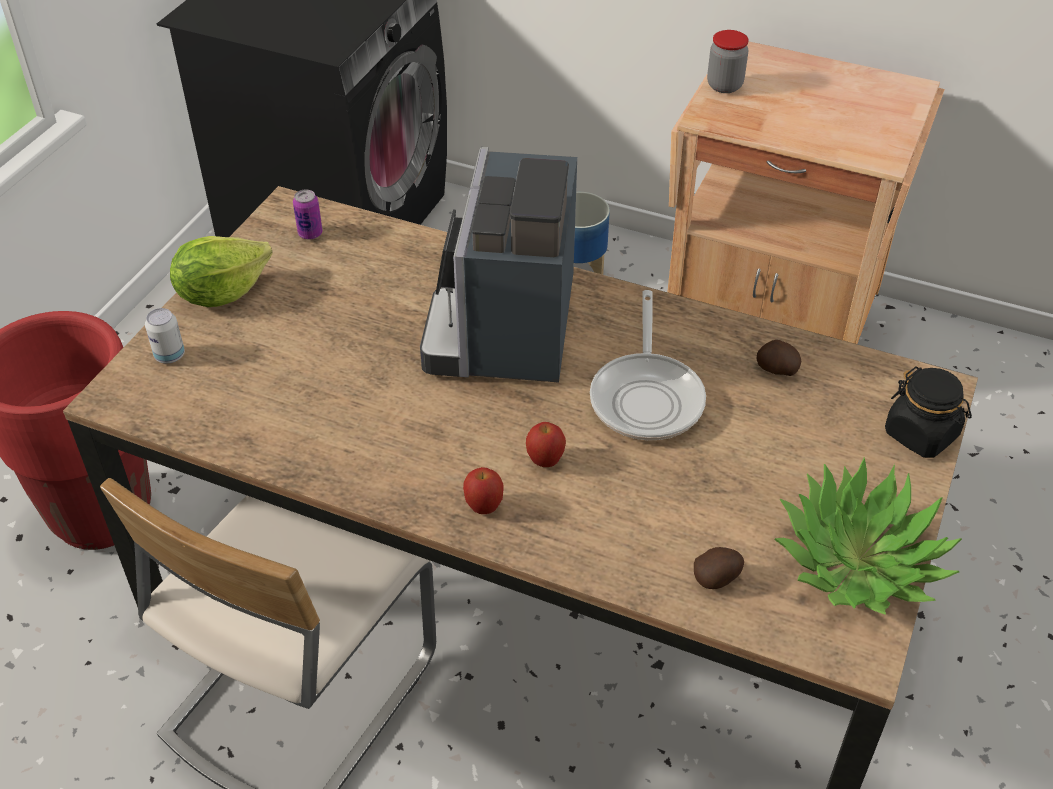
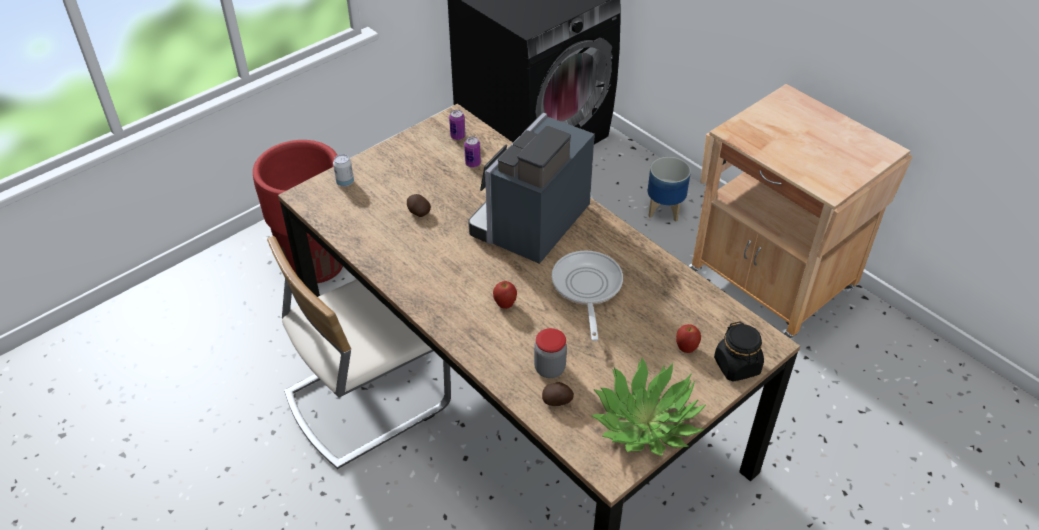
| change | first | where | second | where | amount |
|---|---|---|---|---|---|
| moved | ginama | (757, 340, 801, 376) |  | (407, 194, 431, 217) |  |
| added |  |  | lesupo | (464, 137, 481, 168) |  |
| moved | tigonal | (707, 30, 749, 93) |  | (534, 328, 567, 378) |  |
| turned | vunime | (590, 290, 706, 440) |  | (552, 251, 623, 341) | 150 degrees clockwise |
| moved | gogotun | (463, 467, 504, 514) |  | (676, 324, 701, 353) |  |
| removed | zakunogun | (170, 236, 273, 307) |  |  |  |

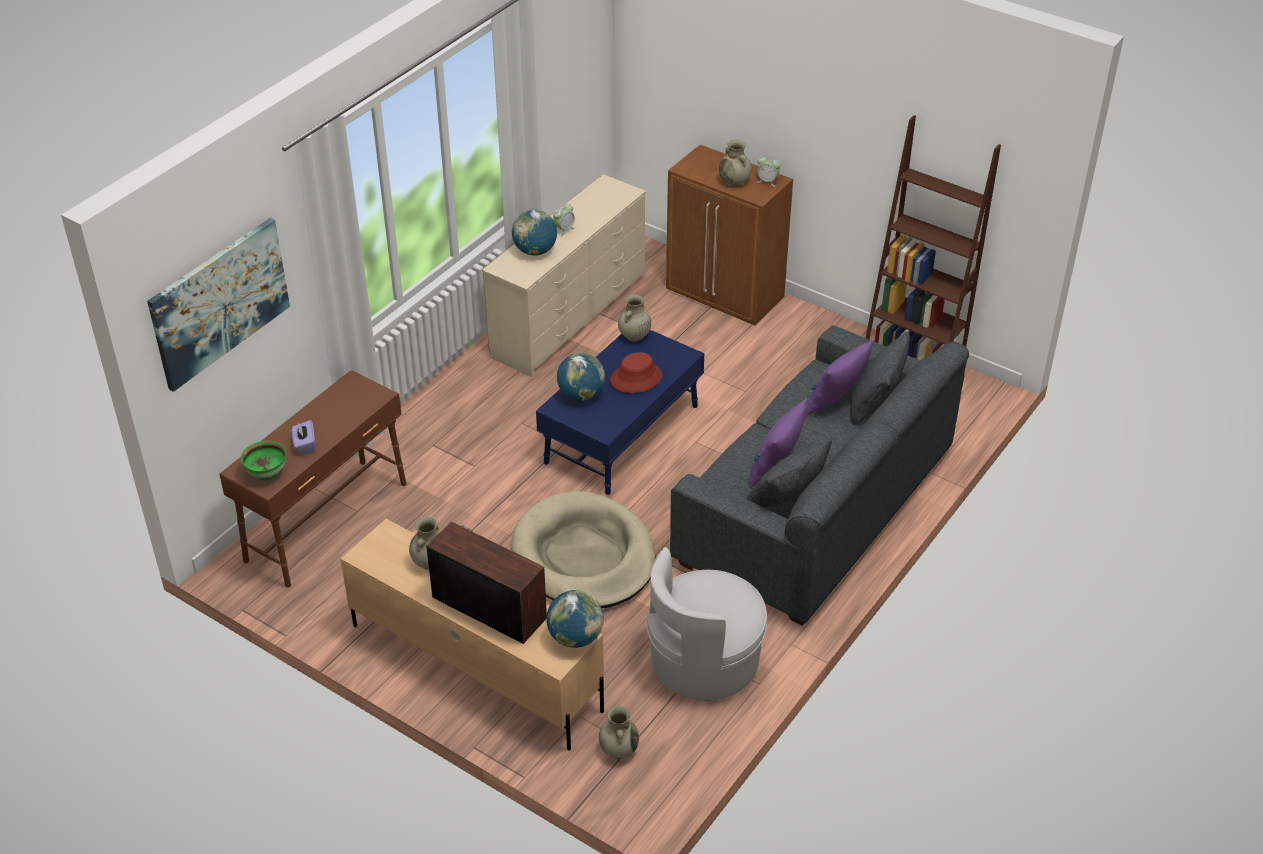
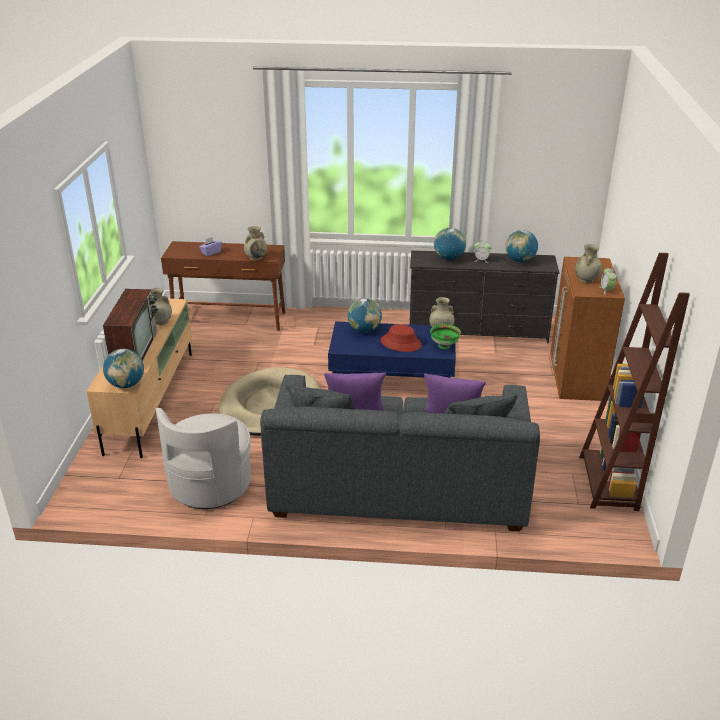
| change | first | where | second | where | amount |
|---|---|---|---|---|---|
| turned | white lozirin | (647, 547, 767, 701) |  | (156, 408, 251, 509) | 105 degrees counterclockwise |
| moved | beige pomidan | (599, 706, 639, 759) |  | (244, 226, 267, 261) |  |
| recoloured | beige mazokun | (482, 174, 646, 377) | black mazokun | (410, 250, 559, 343) |  |
| moved | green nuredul | (241, 441, 286, 481) |  | (430, 324, 461, 349) |  |
| added |  |  | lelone | (505, 230, 538, 263) |  |
| removed | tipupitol | (147, 218, 290, 392) |  |  |  |

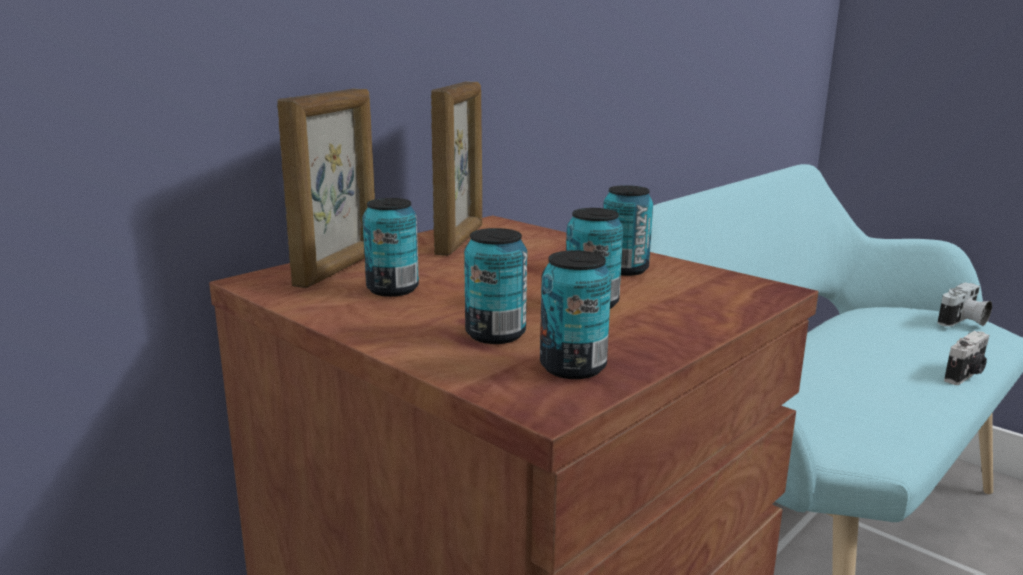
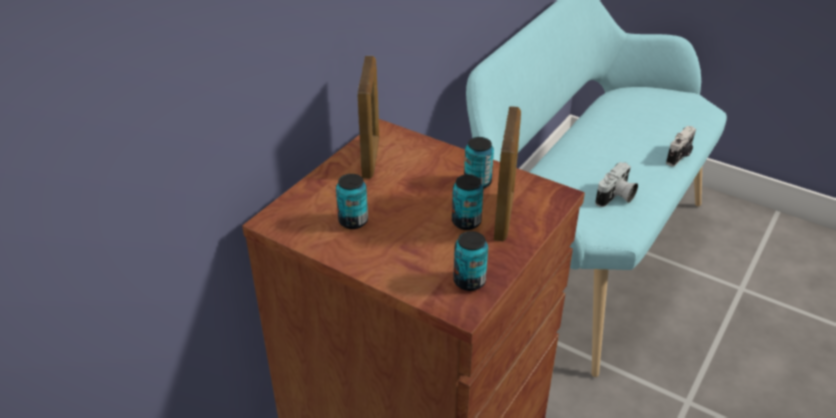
| change | first | where | second | where | amount |
|---|---|---|---|---|---|
| moved | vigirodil | (277, 89, 375, 288) |  | (494, 106, 521, 241) |  |
| moved | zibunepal | (938, 282, 992, 327) |  | (595, 162, 638, 207) |  |
| removed | lesupo | (464, 228, 527, 344) |  |  |  |

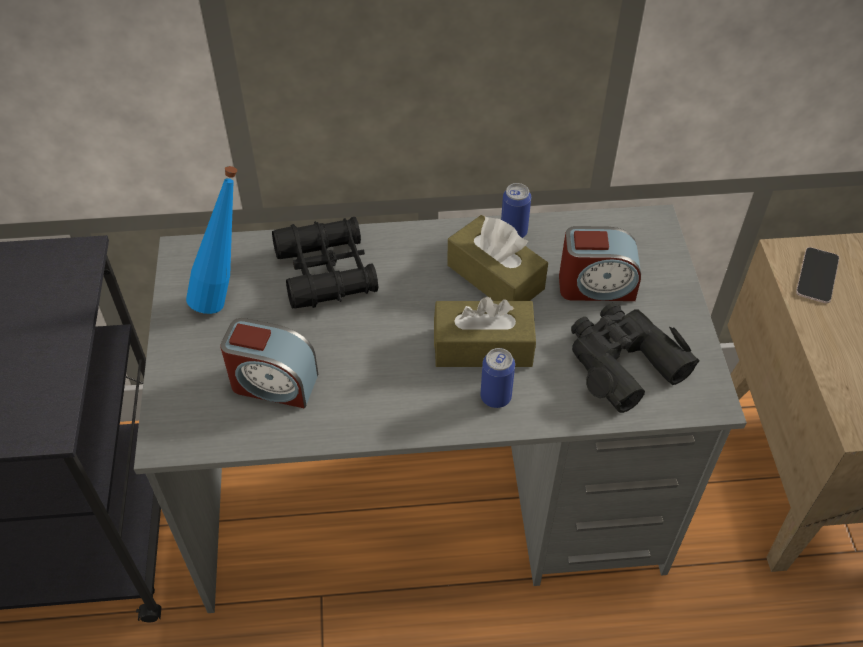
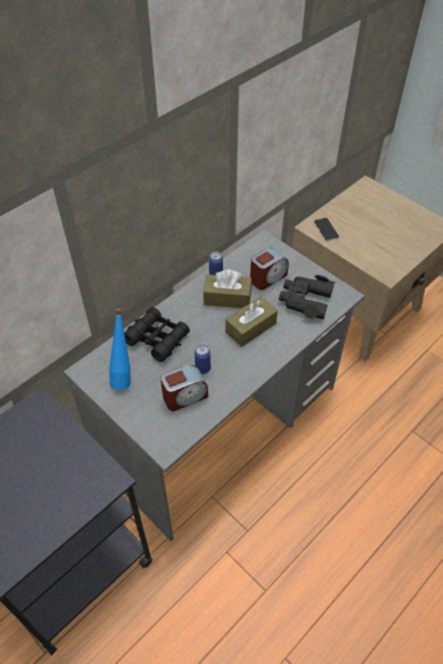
| change | first | where | second | where | amount |
|---|---|---|---|---|---|
| moved | lesupo | (481, 348, 515, 408) |  | (194, 344, 211, 374) |  |

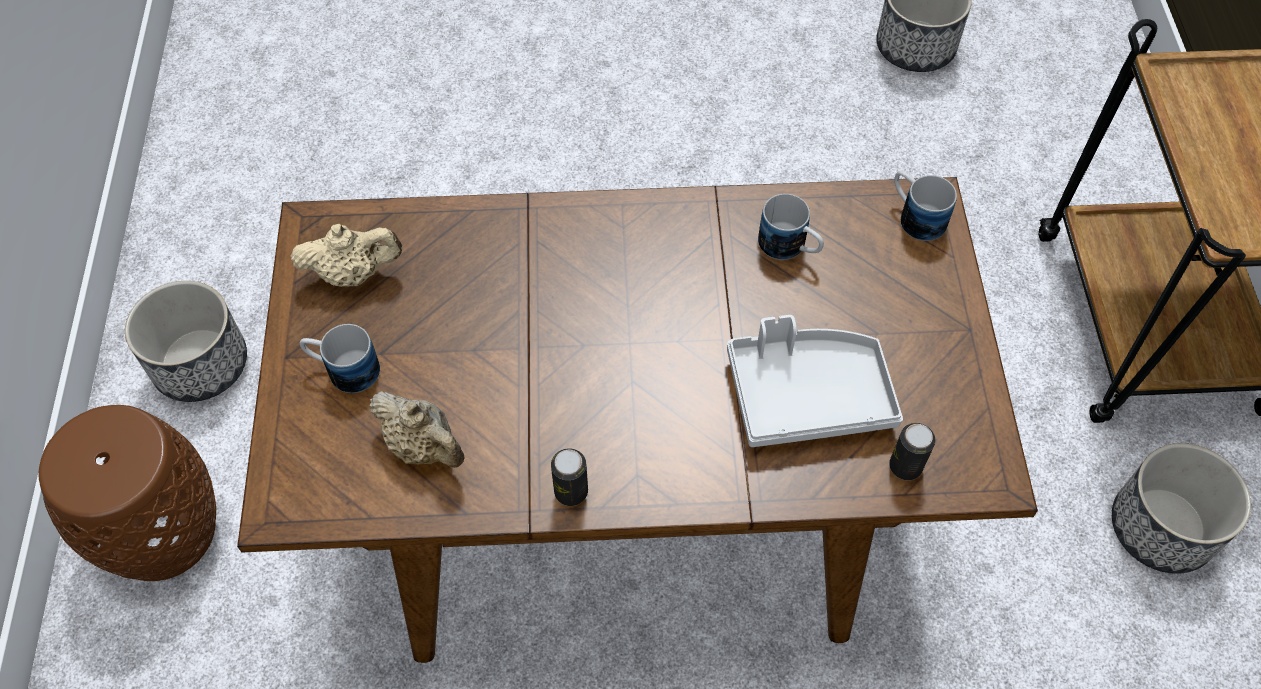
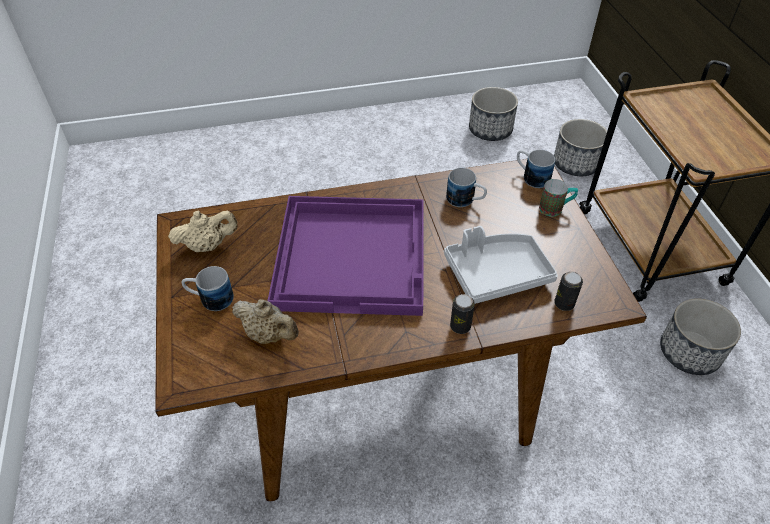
| change | first | where | second | where | amount |
|---|---|---|---|---|---|
| added |  |  | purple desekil | (267, 196, 423, 316) |  |
| moved | lesupo | (551, 448, 588, 506) |  | (450, 294, 475, 334) |  |
| added |  |  | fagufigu | (539, 179, 578, 216) |  |
| moved | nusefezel | (125, 281, 247, 402) |  | (554, 119, 607, 176) |  |
| removed | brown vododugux | (39, 405, 216, 581) |  |  |  |

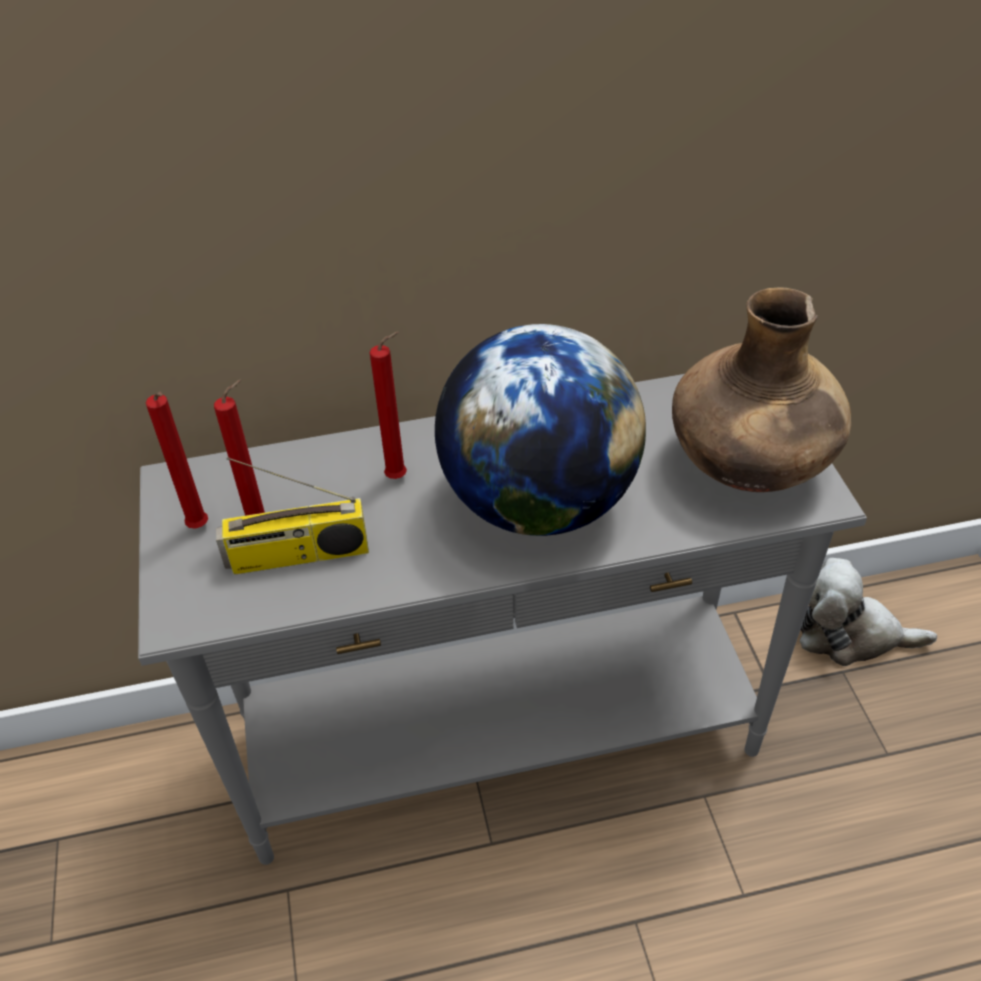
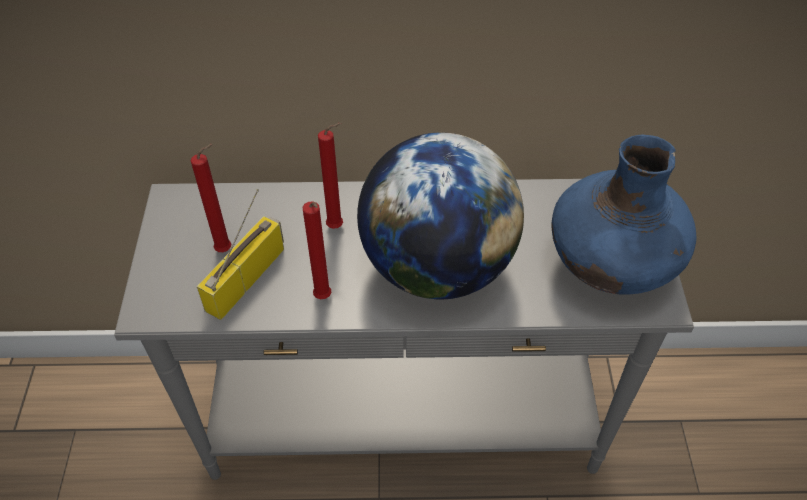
| change | first | where | second | where | amount |
|---|---|---|---|---|---|
| turned | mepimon | (216, 457, 369, 575) |  | (197, 189, 284, 320) | 120 degrees clockwise |
| moved | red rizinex | (146, 392, 208, 528) |  | (303, 201, 332, 299) |  |
| recoloured | brown pomidan | (672, 287, 851, 492) | blue pomidan | (551, 134, 696, 295) |  |
| removed | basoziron | (800, 558, 937, 666) |  |  |  |

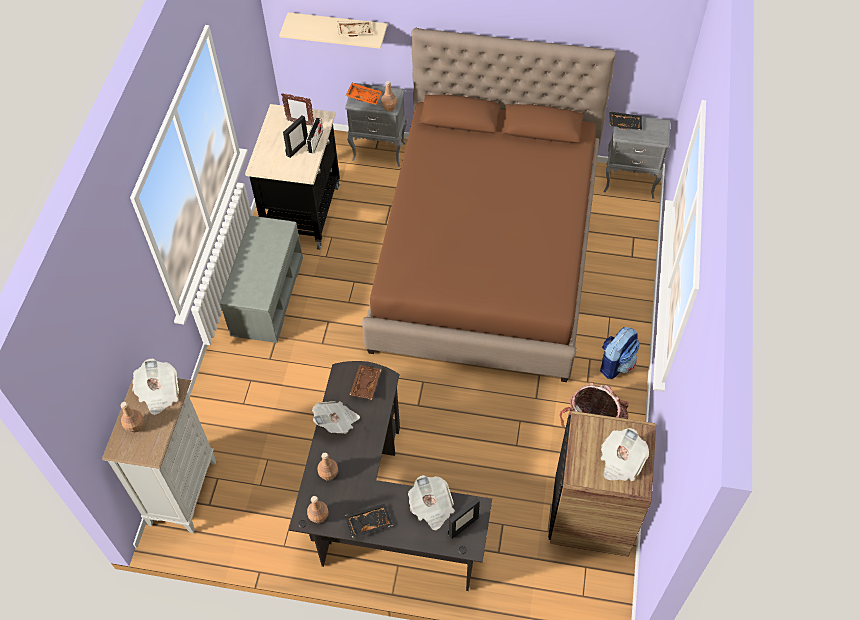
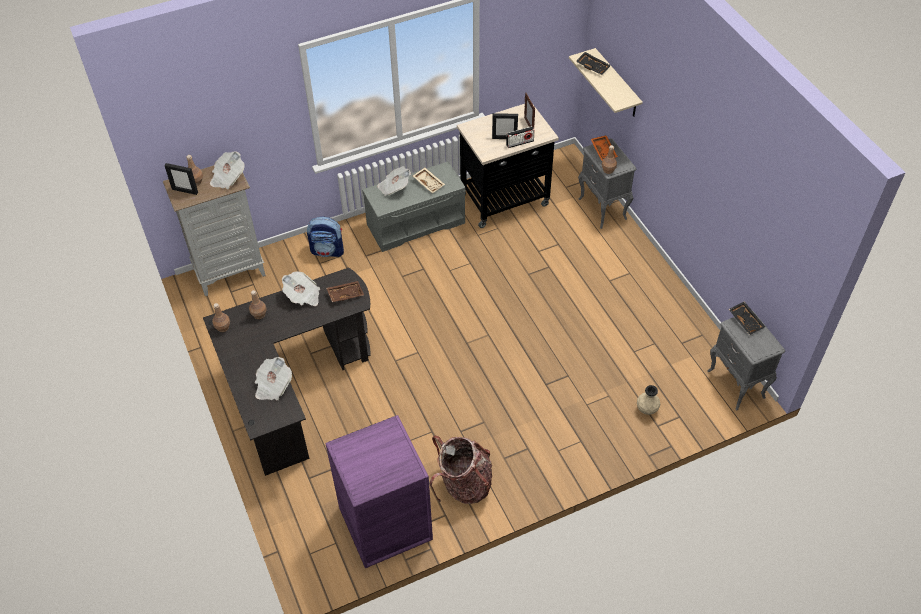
| change | first | where | second | where | amount |
|---|---|---|---|---|---|
| moved | vigirodil | (448, 498, 480, 539) |  | (164, 163, 198, 195) |  |
| moved | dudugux | (600, 327, 639, 379) |  | (307, 216, 344, 257) |  |
| recoloured | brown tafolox | (548, 411, 656, 556) | purple tafolox | (326, 415, 433, 568) |  |
| moved | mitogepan | (601, 428, 649, 481) |  | (377, 166, 411, 196) |  |
| moved | beige desekil | (337, 21, 373, 37) |  | (413, 168, 445, 194) |  |
| moved | black desekil | (345, 504, 393, 538) |  | (576, 52, 611, 75) |  |
| added |  |  | beige pomidan | (637, 385, 660, 415) |  |
| removed | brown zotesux | (362, 28, 616, 382) |  |  |  |

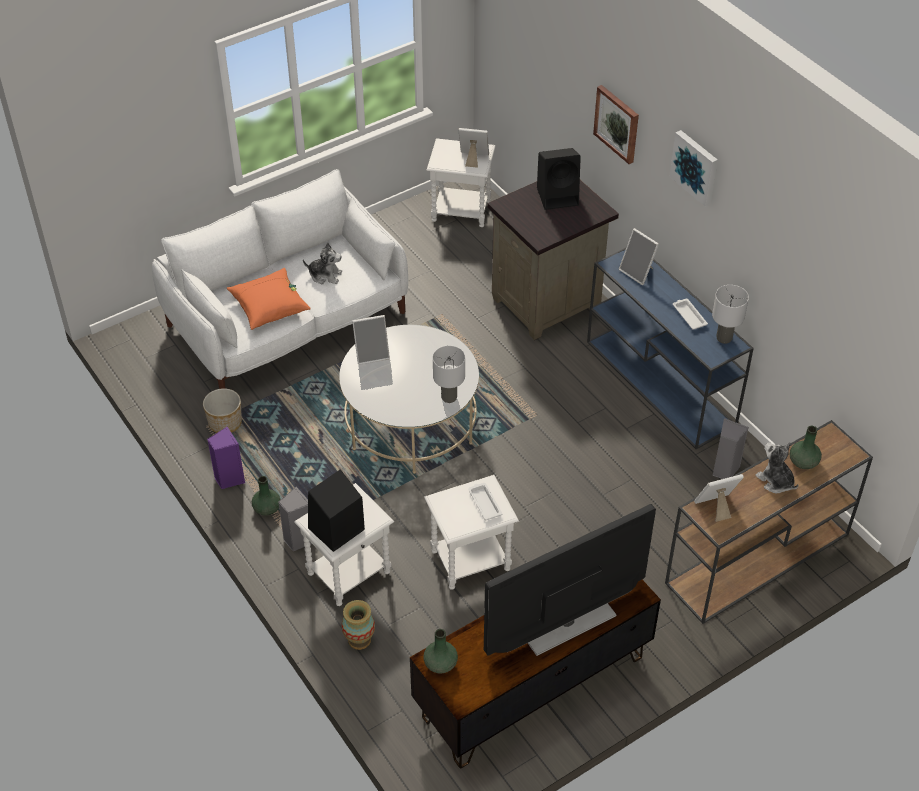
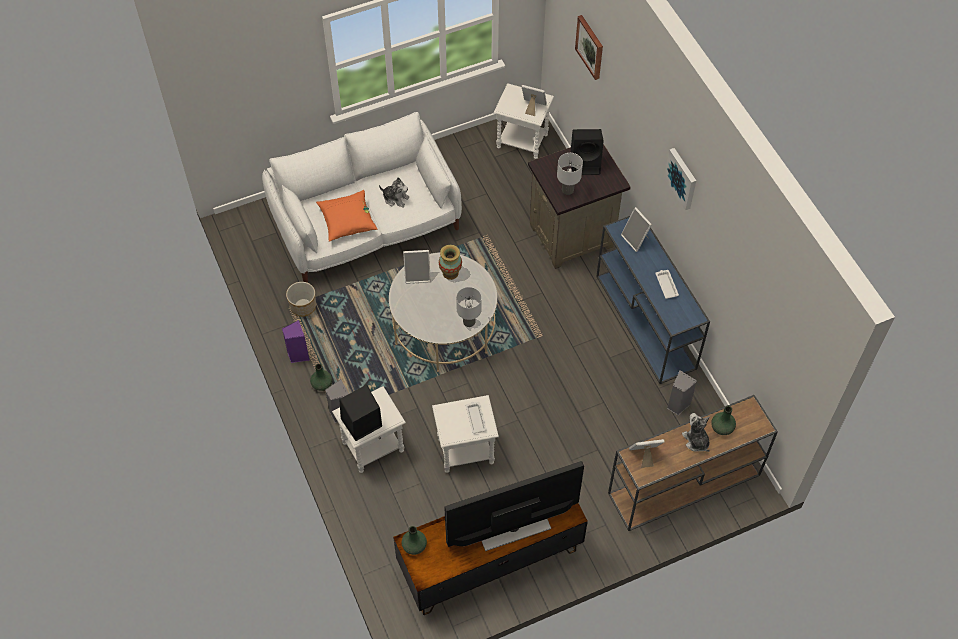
| change | first | where | second | where | amount |
|---|---|---|---|---|---|
| moved | pomidan | (341, 600, 375, 650) |  | (439, 245, 462, 280) |  |
| moved | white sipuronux | (712, 285, 749, 344) |  | (557, 153, 583, 195) |  |
| moved | tipupitol | (593, 85, 639, 164) |  | (575, 15, 603, 80) |  |

